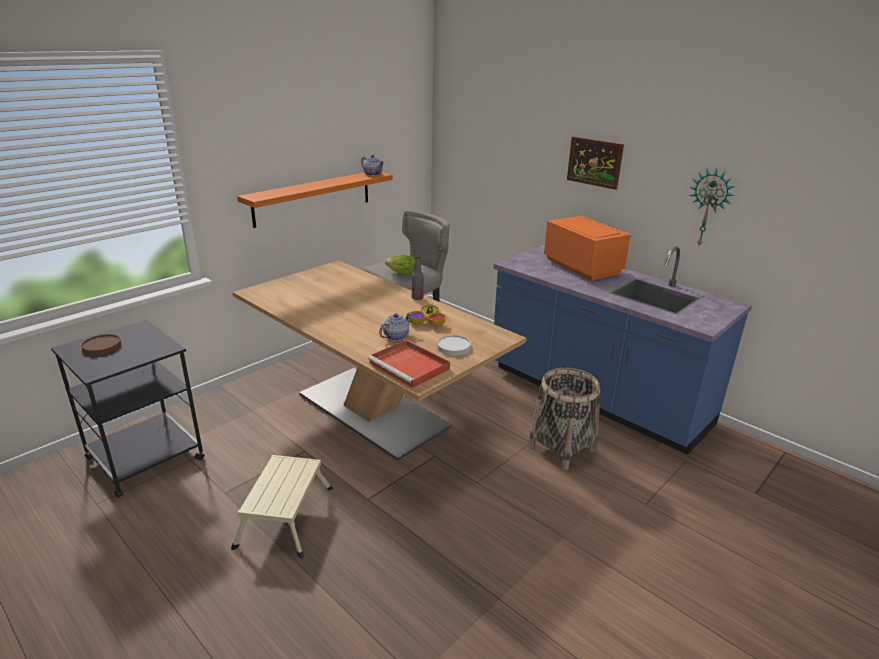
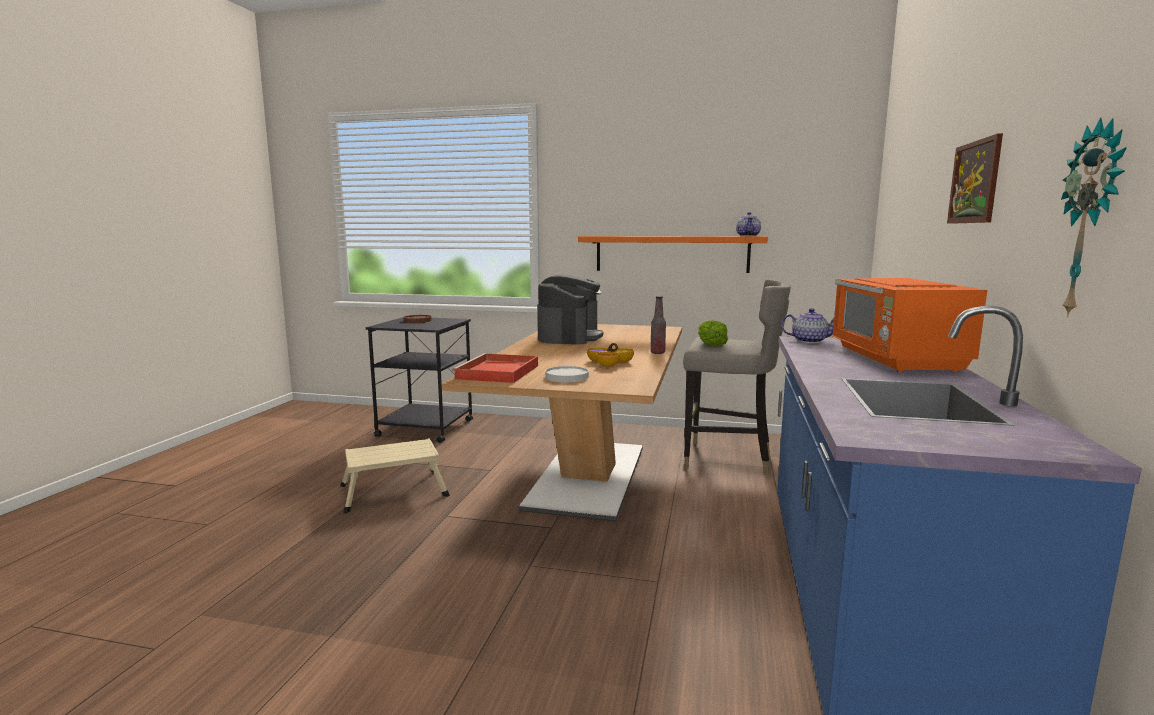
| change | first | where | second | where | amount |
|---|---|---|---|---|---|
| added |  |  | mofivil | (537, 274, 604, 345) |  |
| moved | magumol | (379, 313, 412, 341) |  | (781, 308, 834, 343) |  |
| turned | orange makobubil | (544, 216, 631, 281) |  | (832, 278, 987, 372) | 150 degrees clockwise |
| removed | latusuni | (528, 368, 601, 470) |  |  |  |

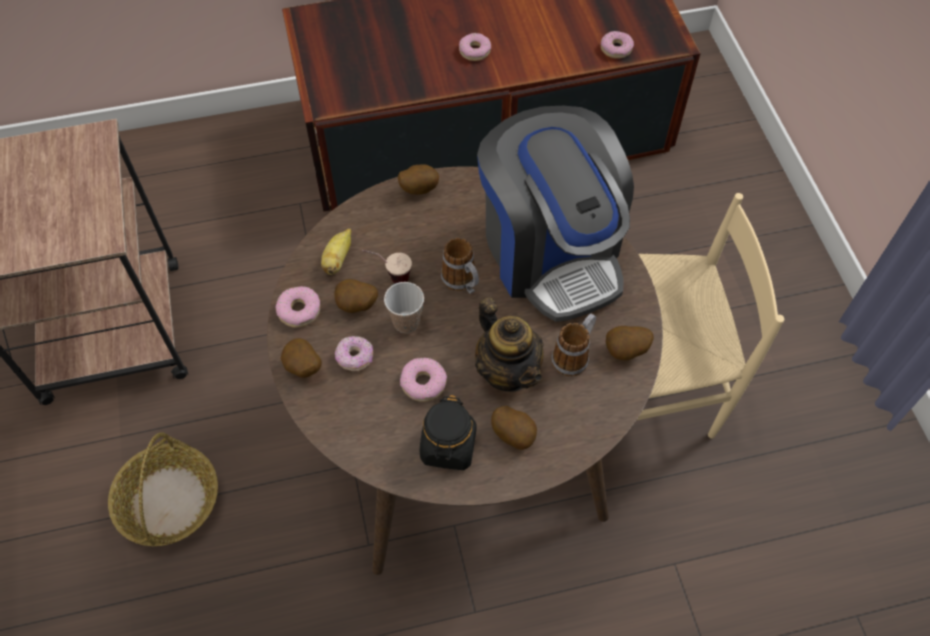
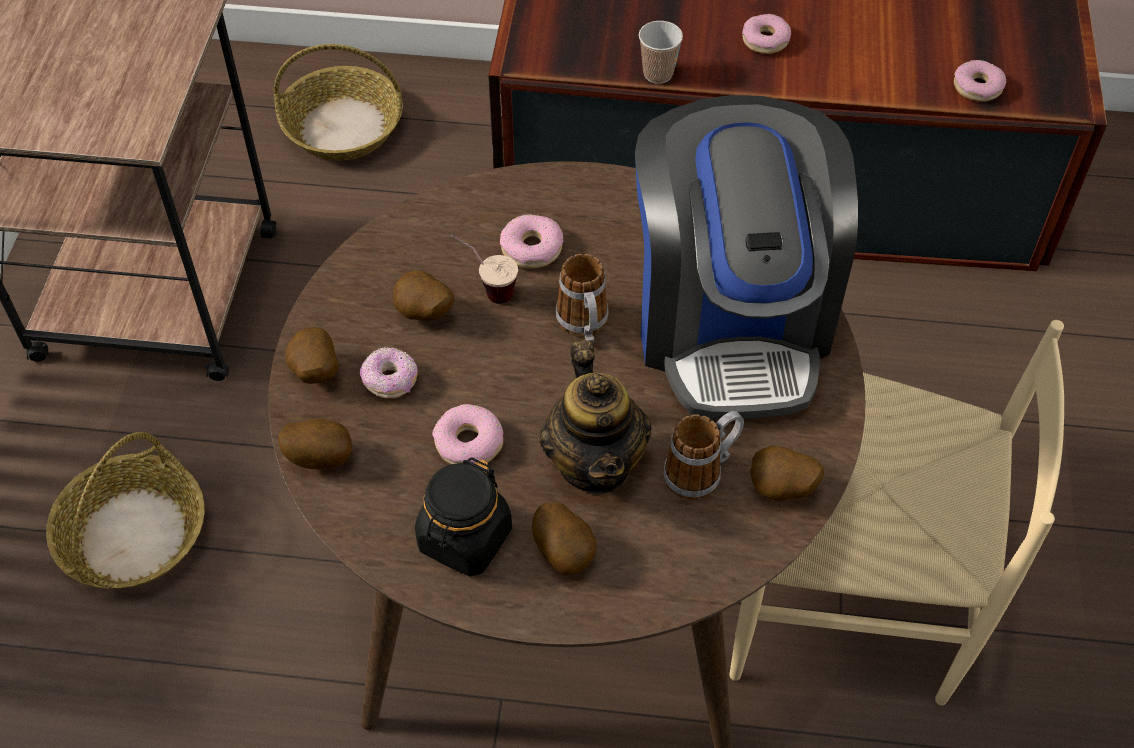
| change | first | where | second | where | amount |
|---|---|---|---|---|---|
| added |  |  | latusuni | (274, 44, 403, 160) |  |
| moved | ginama | (398, 164, 439, 195) |  | (278, 418, 352, 470) |  |
| moved | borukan | (276, 286, 320, 328) |  | (500, 215, 564, 269) |  |
| moved | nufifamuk | (384, 282, 424, 333) |  | (639, 21, 683, 84) |  |
| removed | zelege | (321, 228, 352, 275) |  |  |  |

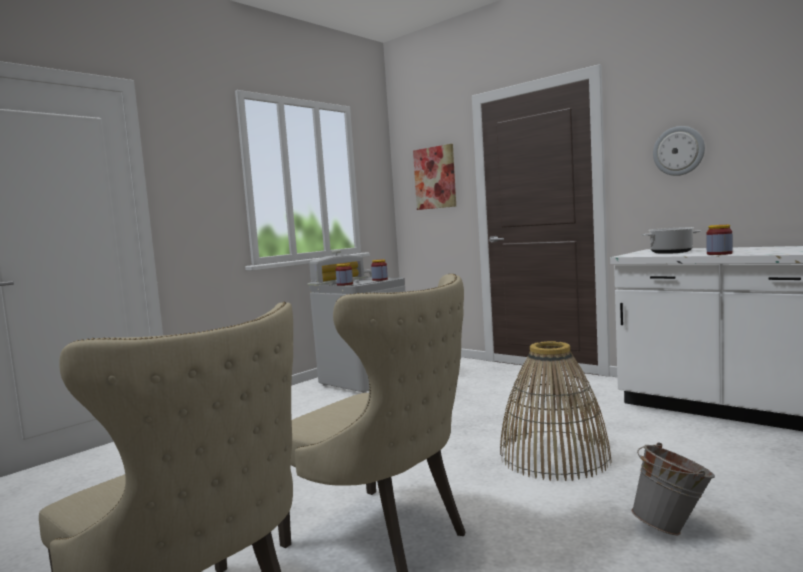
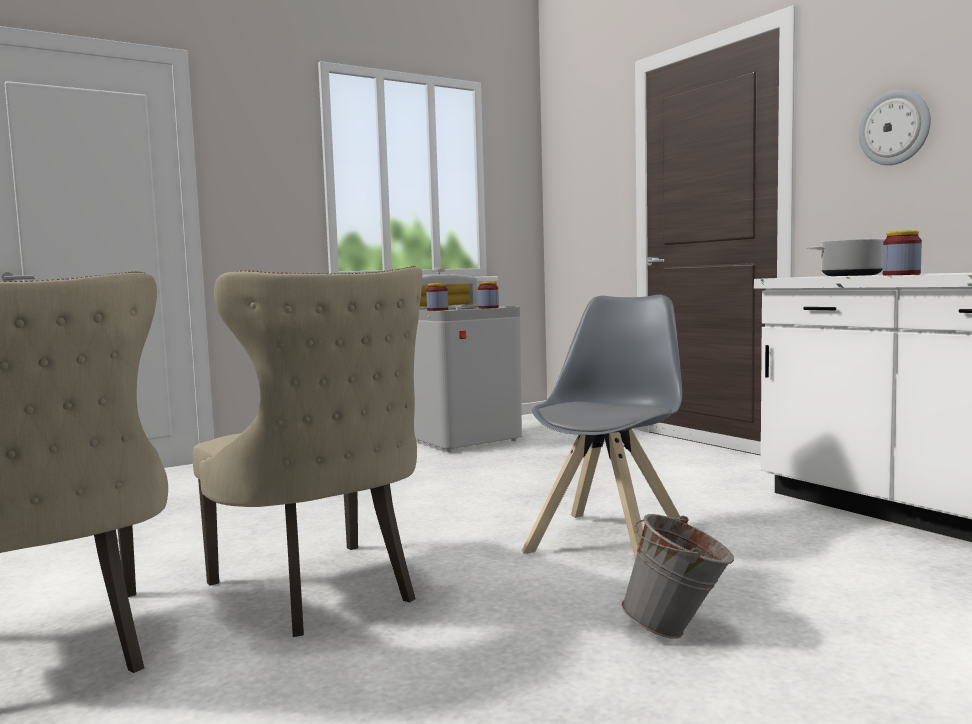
| change | first | where | second | where | amount |
|---|---|---|---|---|---|
| replaced | latusuni | (500, 341, 611, 481) | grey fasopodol | (522, 295, 682, 559) |  |
| removed | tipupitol | (413, 144, 456, 210) |  |  |  |

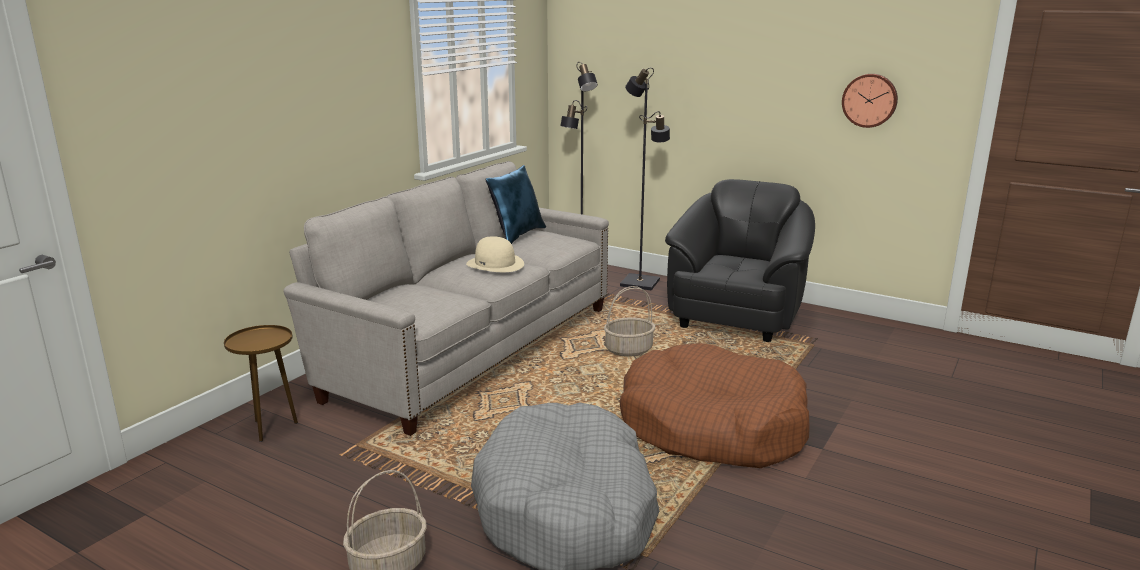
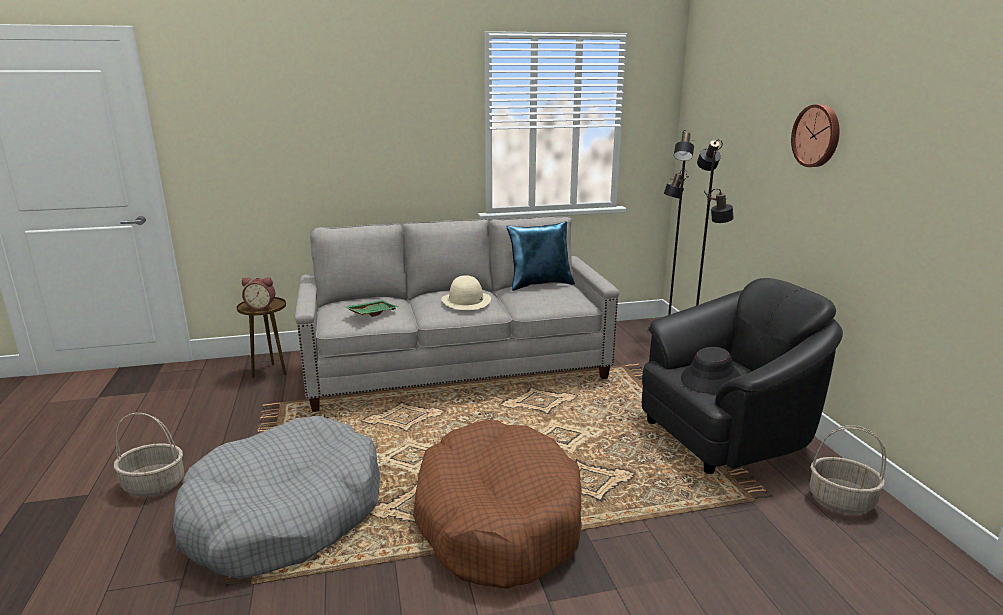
| change | first | where | second | where | amount |
|---|---|---|---|---|---|
| added |  |  | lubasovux | (242, 277, 275, 310) |  |
| added |  |  | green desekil | (345, 300, 398, 317) |  |
| added |  |  | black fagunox | (681, 347, 740, 394) |  |
| moved | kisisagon | (842, 74, 898, 128) |  | (791, 104, 840, 167) |  |
| moved | latusuni | (604, 286, 655, 357) |  | (809, 425, 886, 513) |  |

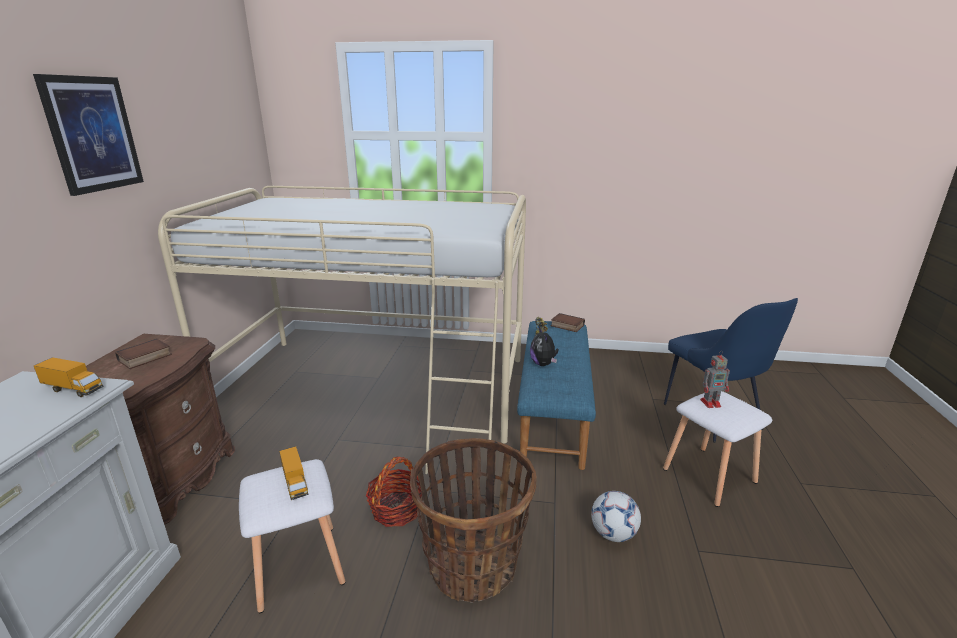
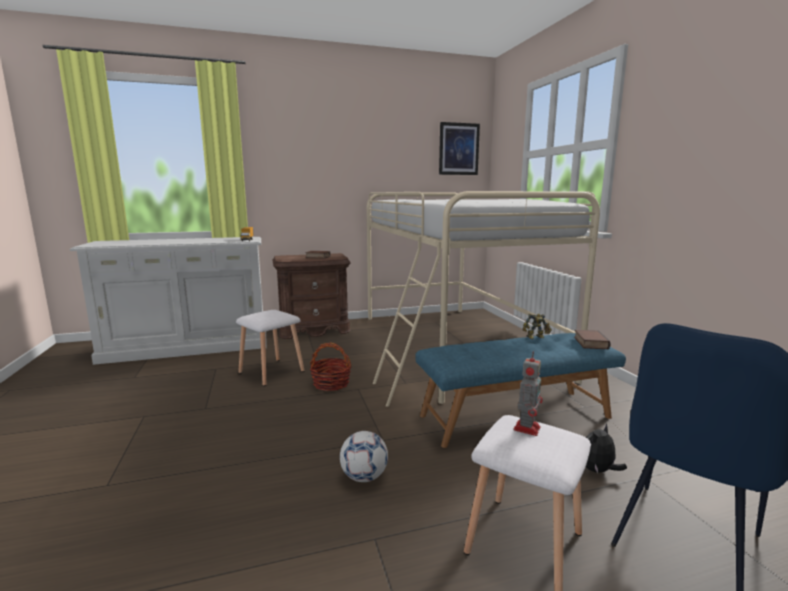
| change | first | where | second | where | amount |
|---|---|---|---|---|---|
| moved | tipupitol | (33, 74, 144, 196) |  | (439, 122, 480, 175) |  |
| turned | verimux | (700, 351, 730, 408) |  | (514, 351, 543, 436) | 120 degrees counterclockwise |
| moved | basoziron | (530, 327, 559, 366) |  | (586, 423, 627, 473) |  |
| removed | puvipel | (279, 446, 308, 500) |  |  |  |
| removed | latusuni | (410, 438, 537, 603) |  |  |  |

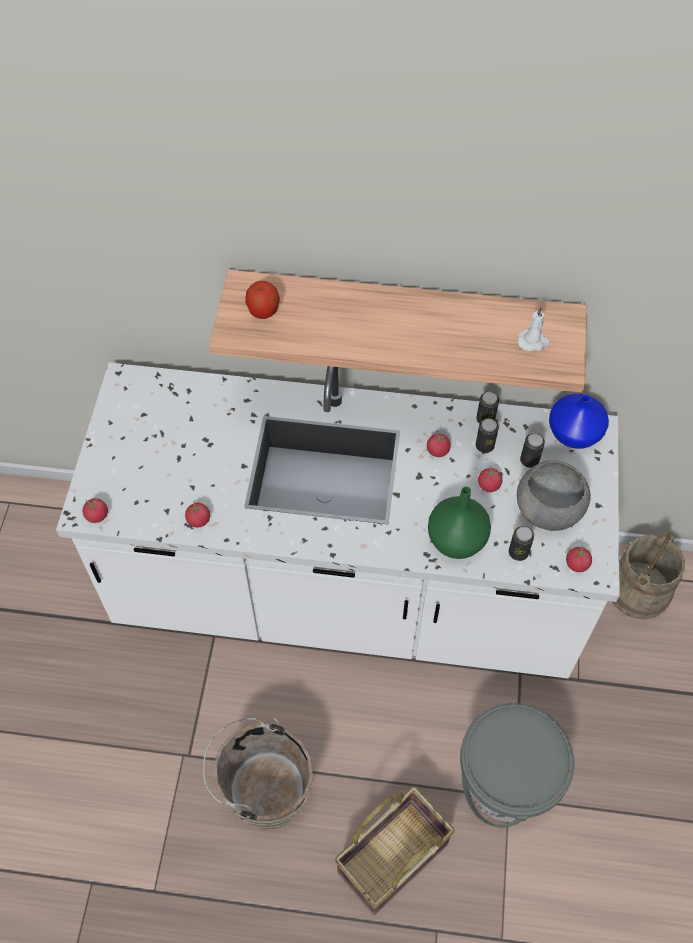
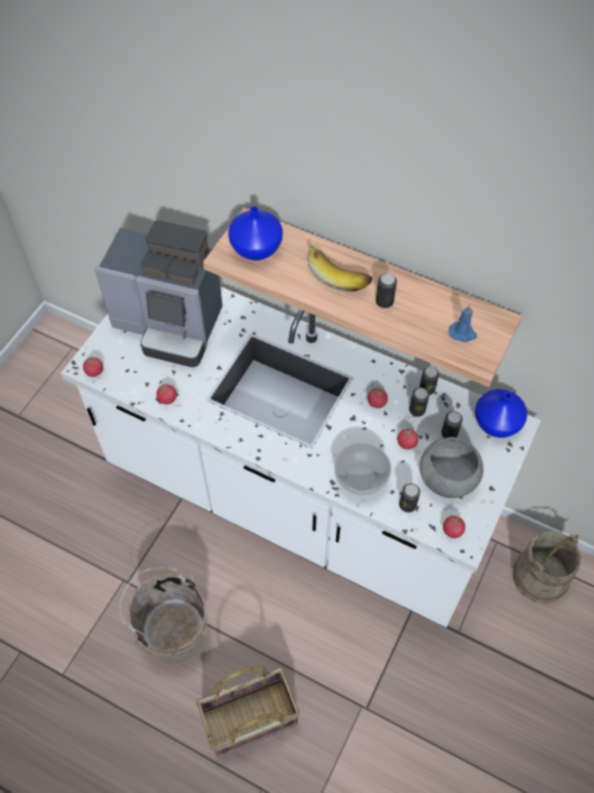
| change | first | where | second | where | amount |
|---|---|---|---|---|---|
| added |  |  | mofivil | (95, 220, 223, 367) |  |
| replaced | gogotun | (245, 281, 280, 319) | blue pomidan | (228, 206, 283, 260) |  |
| added |  |  | zelege | (308, 243, 372, 292) |  |
| replaced | green pomidan | (428, 487, 491, 559) | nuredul | (334, 443, 391, 496) |  |
| added |  |  | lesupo | (376, 273, 397, 308) |  |
| recoloured | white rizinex | (518, 307, 550, 351) | blue rizinex | (449, 305, 477, 342) |  |
| removed | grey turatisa | (460, 703, 574, 828) |  |  |  |

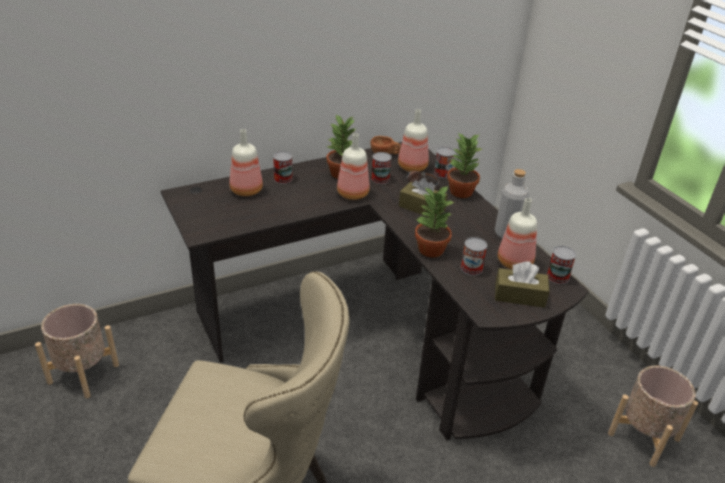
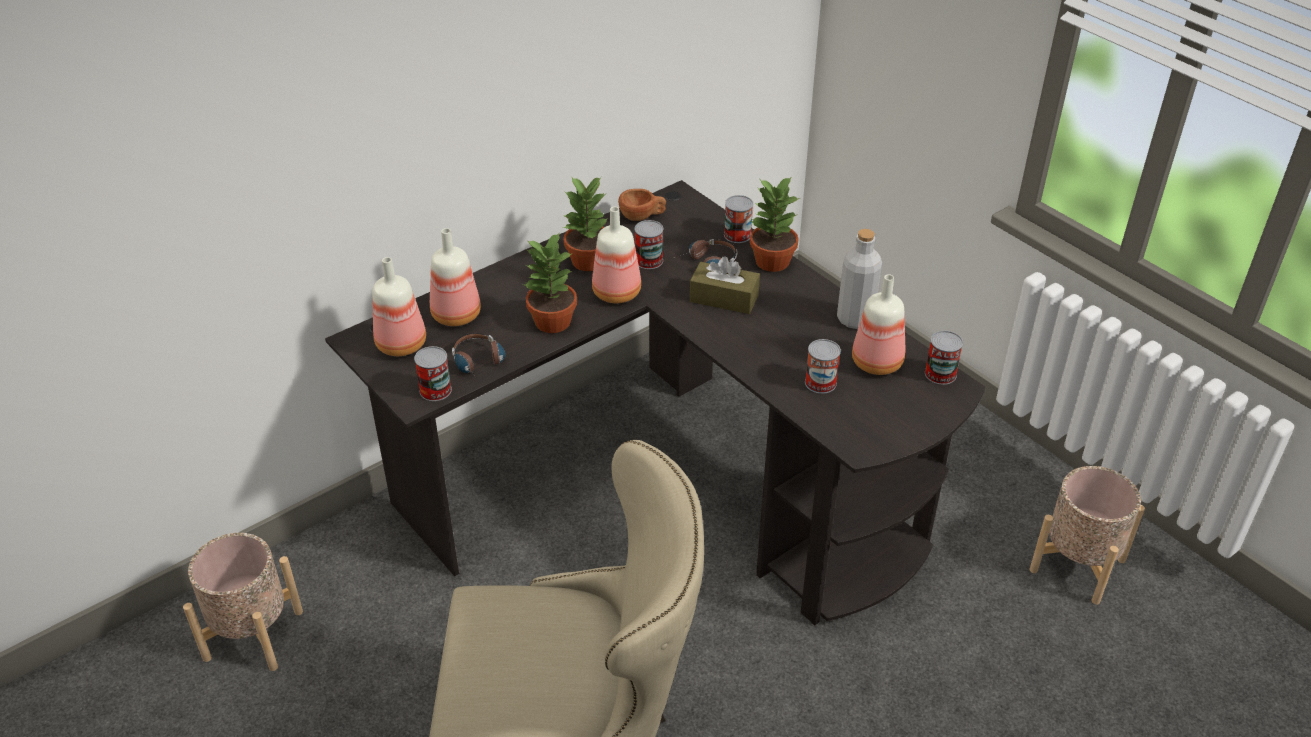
| change | first | where | second | where | amount |
|---|---|---|---|---|---|
| moved | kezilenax | (398, 109, 429, 172) |  | (373, 257, 426, 356) |  |
| moved | lesupo | (273, 151, 293, 184) |  | (414, 346, 452, 401) |  |
| added |  |  | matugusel | (452, 333, 506, 381) |  |
| moved | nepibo | (415, 186, 454, 258) |  | (523, 232, 577, 333) |  |
| removed | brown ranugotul | (495, 261, 550, 308) |  |  |  |

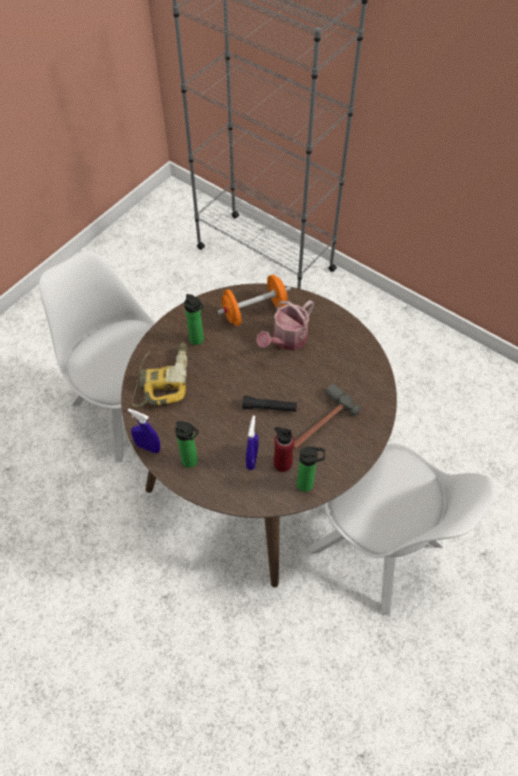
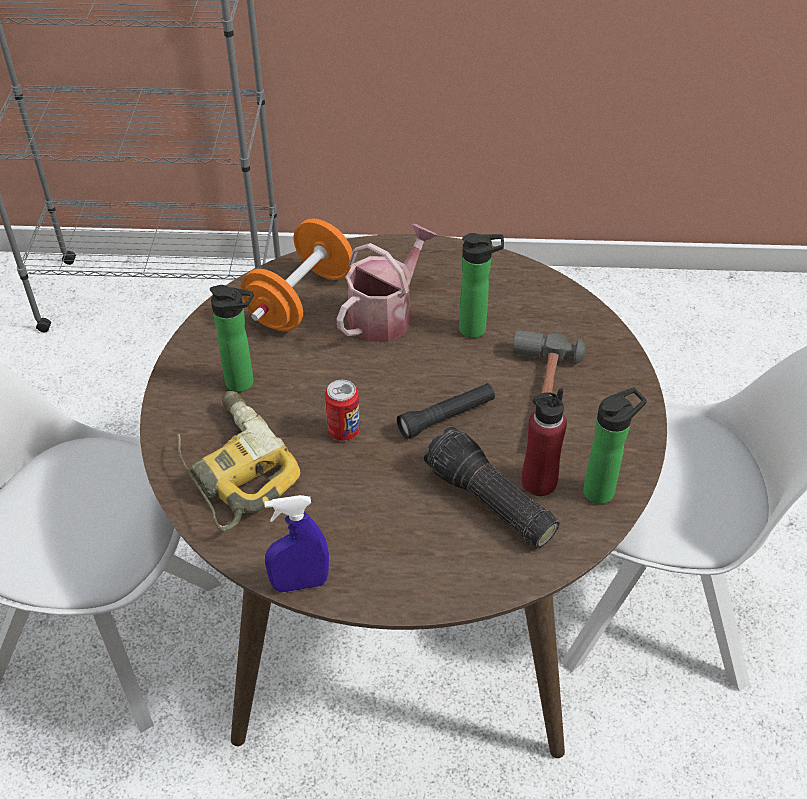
| change | first | where | second | where | amount |
|---|---|---|---|---|---|
| added |  |  | lesupo | (325, 380, 360, 441) |  |
| turned | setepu | (256, 300, 314, 350) |  | (336, 224, 438, 342) | 150 degrees counterclockwise |
| replaced | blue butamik | (246, 415, 259, 470) | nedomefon | (424, 426, 560, 548) |  |
| moved | kezilenax | (175, 421, 199, 468) |  | (459, 233, 504, 338) |  |

